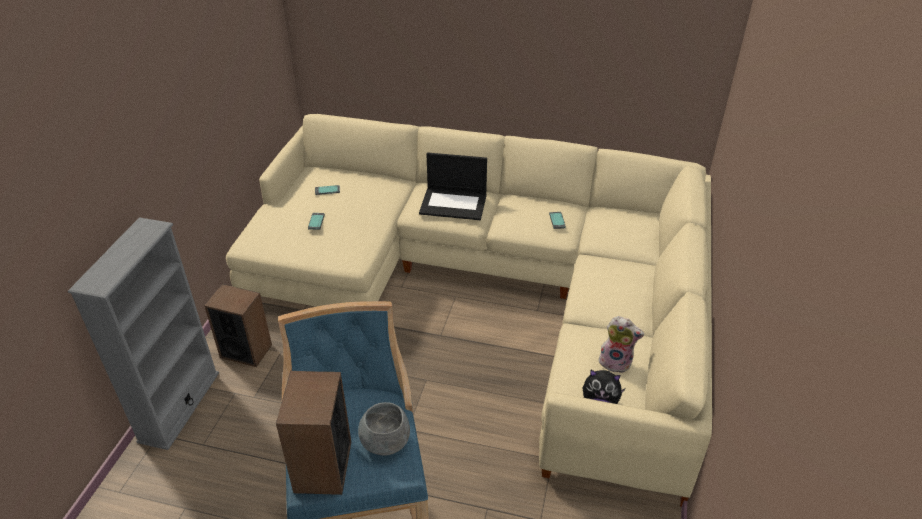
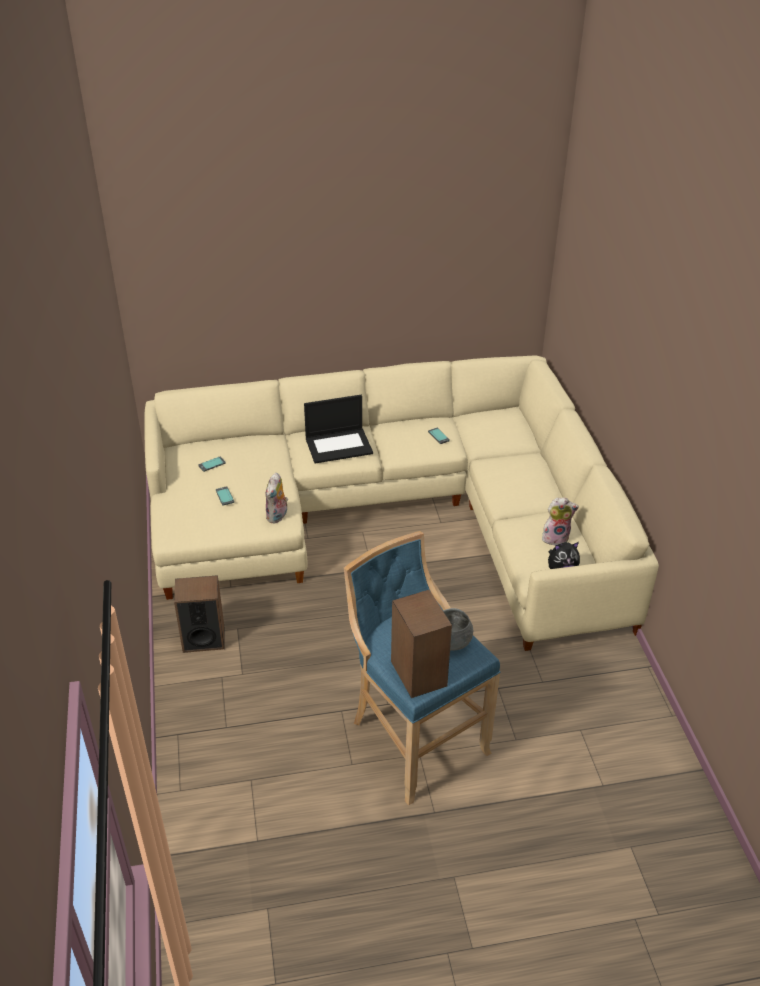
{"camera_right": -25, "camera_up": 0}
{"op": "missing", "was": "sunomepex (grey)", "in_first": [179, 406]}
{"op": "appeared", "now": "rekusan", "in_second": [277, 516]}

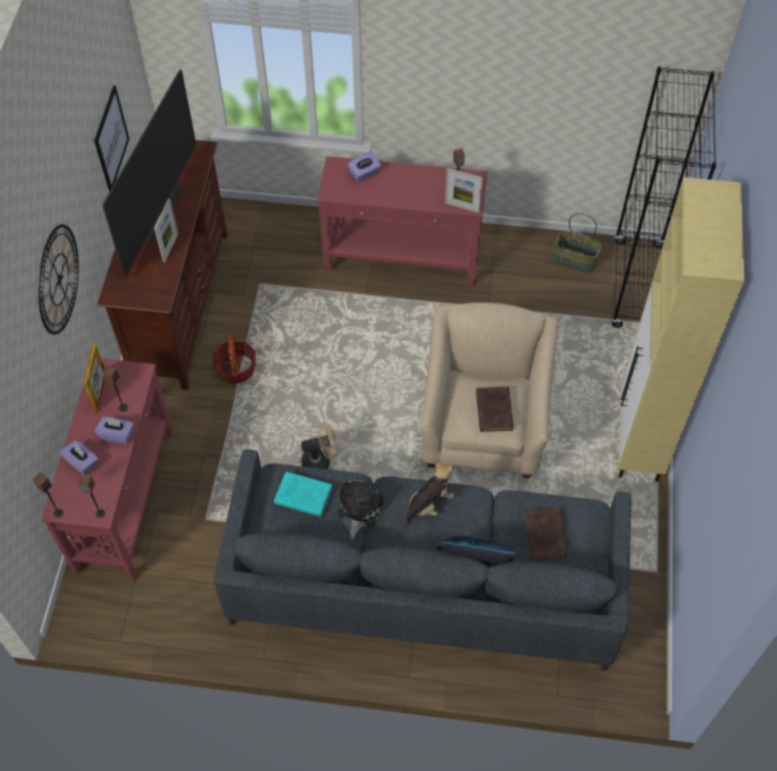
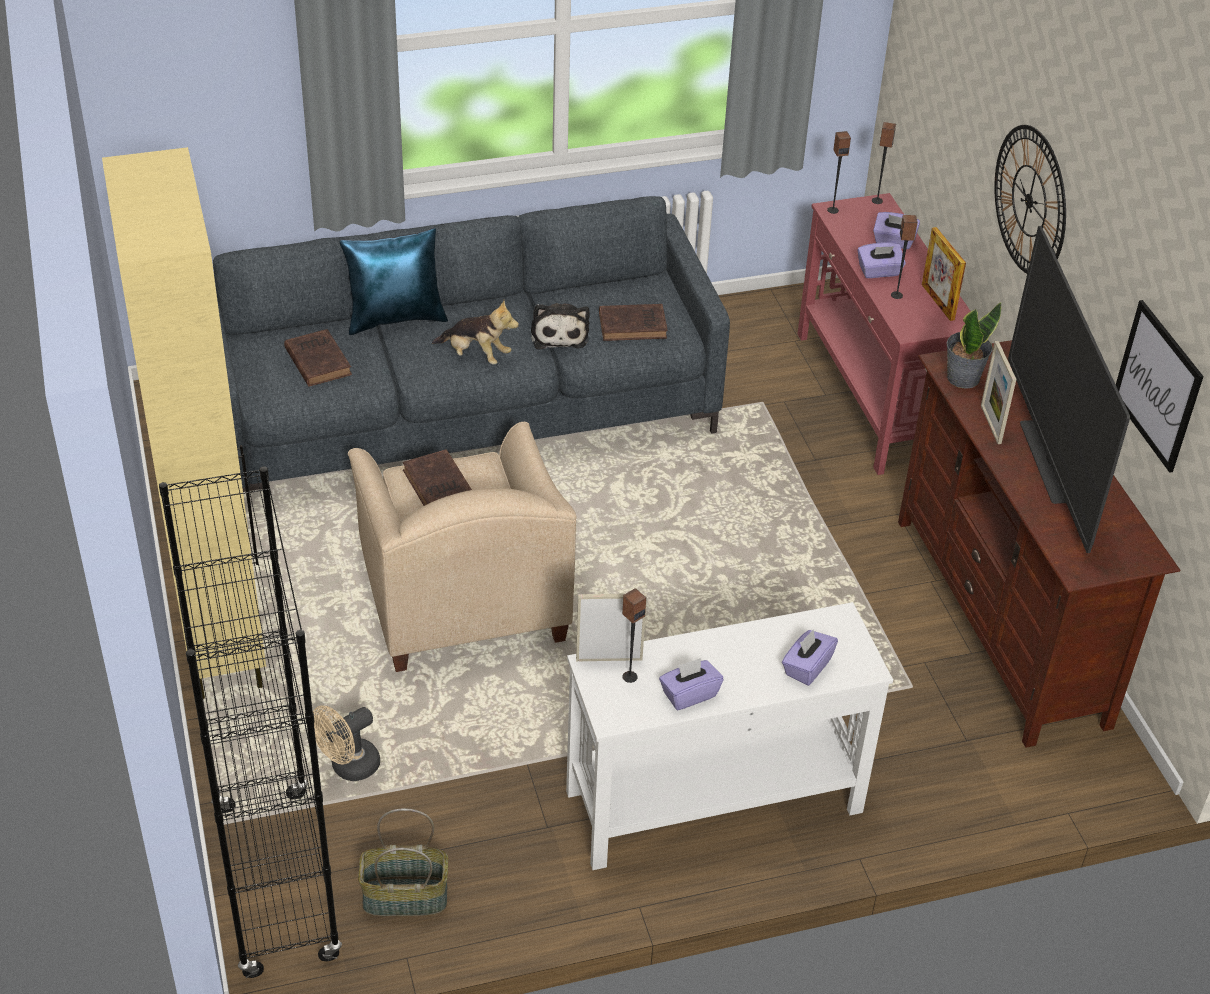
{"camera_right": 155, "camera_up": -15}
{"op": "missing", "was": "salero", "in_first": [236, 368]}
{"op": "colour", "was": "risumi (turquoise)", "now": "risumi (brown)", "in_first": [302, 495], "in_second": [634, 326]}
{"op": "relocated", "was": "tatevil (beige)", "in_first": [320, 461], "in_second": [348, 768]}
{"op": "colour", "was": "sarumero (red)", "now": "sarumero (white)", "in_first": [403, 258], "in_second": [712, 801]}
{"op": "spun", "was": "rekusan", "in_first": [429, 504], "in_second": [476, 355], "clockwise": -90}
{"op": "appeared", "now": "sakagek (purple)", "in_second": [689, 694]}
{"op": "appeared", "now": "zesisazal", "in_second": [962, 377]}

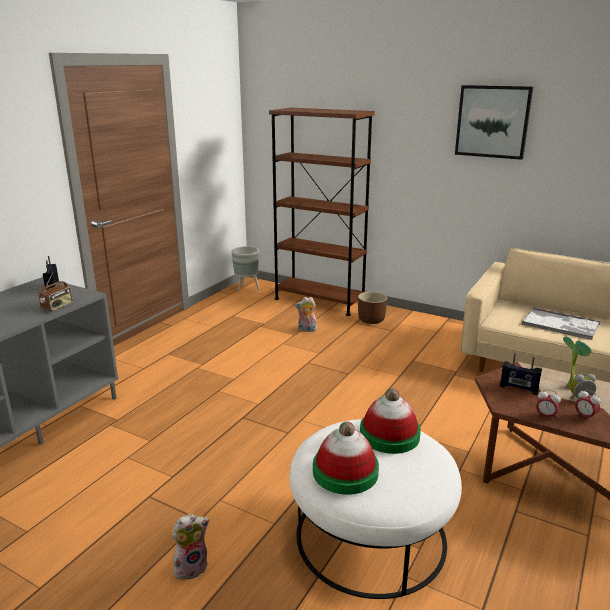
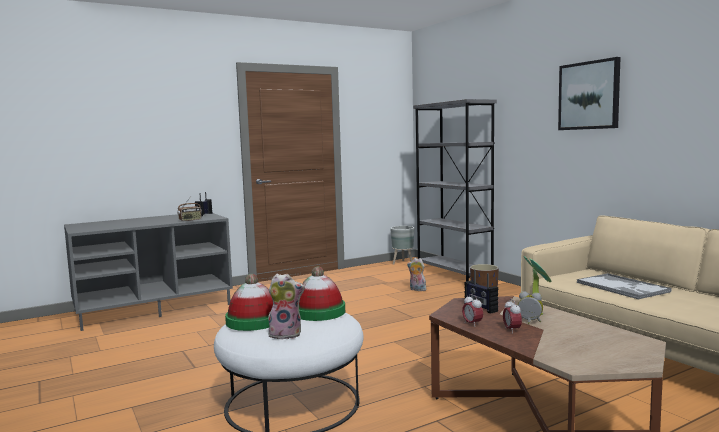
{"camera_right": 30, "camera_up": -15}
{"op": "relocated", "was": "rekusan", "in_first": [191, 566], "in_second": [286, 334]}
{"op": "colour", "was": "sunomepex (brown)", "now": "sunomepex (grey)", "in_first": [319, 301], "in_second": [454, 275]}

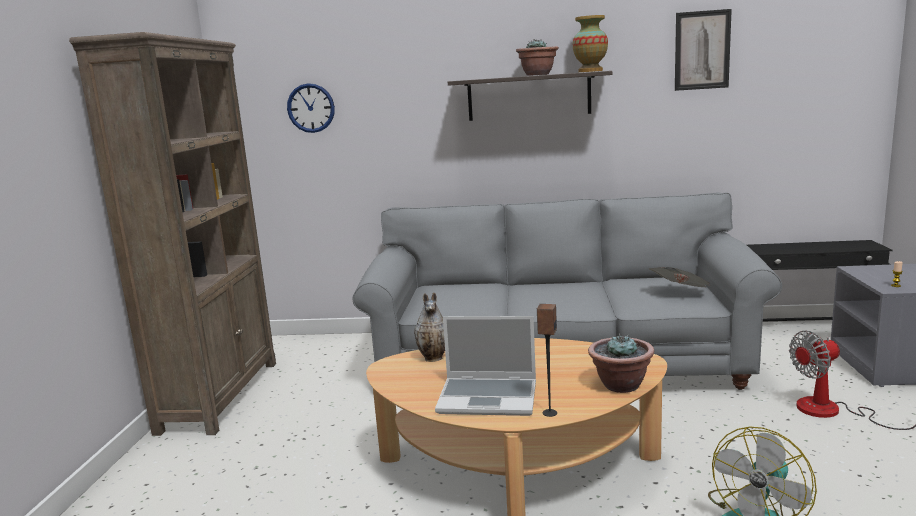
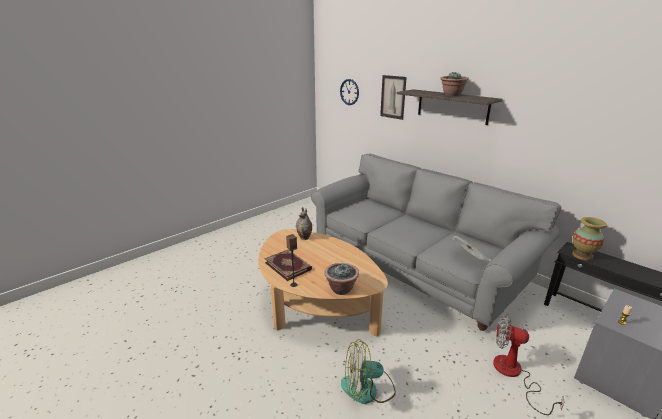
{"camera_right": 40, "camera_up": 10}
{"op": "missing", "was": "sunomepex (brown)", "in_first": [221, 395]}
{"op": "exchanged", "was": "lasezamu", "now": "risumi", "in_first": [489, 398], "in_second": [288, 266]}
{"op": "relocated", "was": "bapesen", "in_first": [590, 71], "in_second": [582, 255]}
{"op": "relocated", "was": "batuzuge", "in_first": [702, 50], "in_second": [393, 97]}

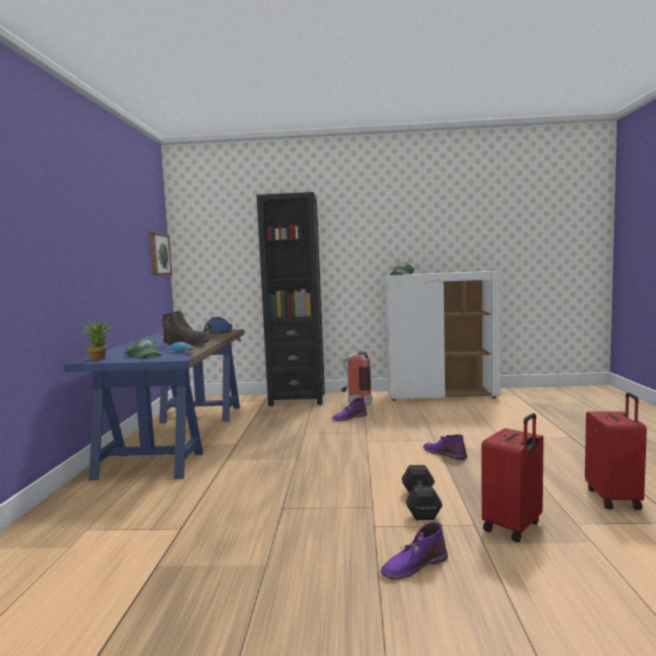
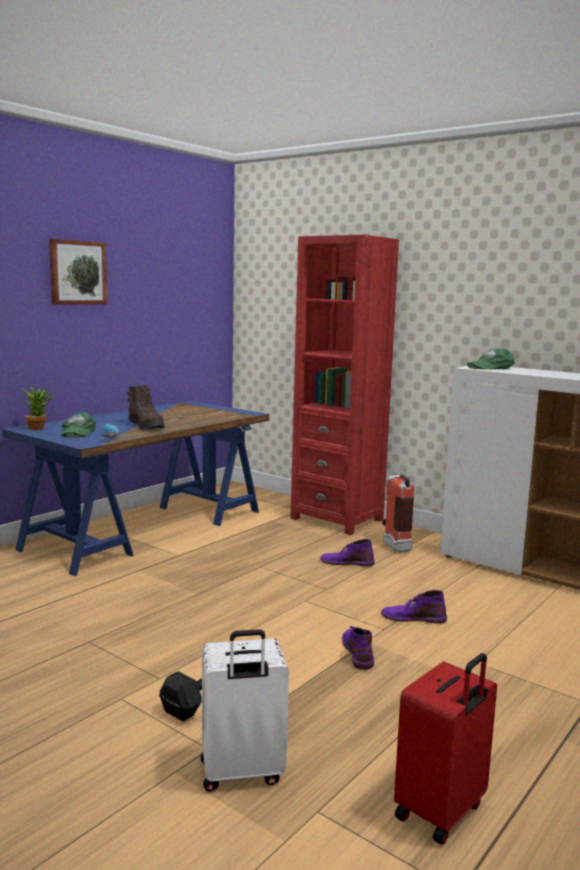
{"camera_right": 35, "camera_up": 5}
{"op": "relocated", "was": "batuzuge", "in_first": [159, 254], "in_second": [77, 272]}
{"op": "missing", "was": "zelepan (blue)", "in_first": [216, 334]}
{"op": "colour", "was": "sunomepex (black)", "now": "sunomepex (red)", "in_first": [297, 399], "in_second": [337, 519]}
{"op": "relocated", "was": "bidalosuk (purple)", "in_first": [413, 565], "in_second": [413, 618]}
{"op": "colour", "was": "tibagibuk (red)", "now": "tibagibuk (white)", "in_first": [513, 527], "in_second": [241, 773]}

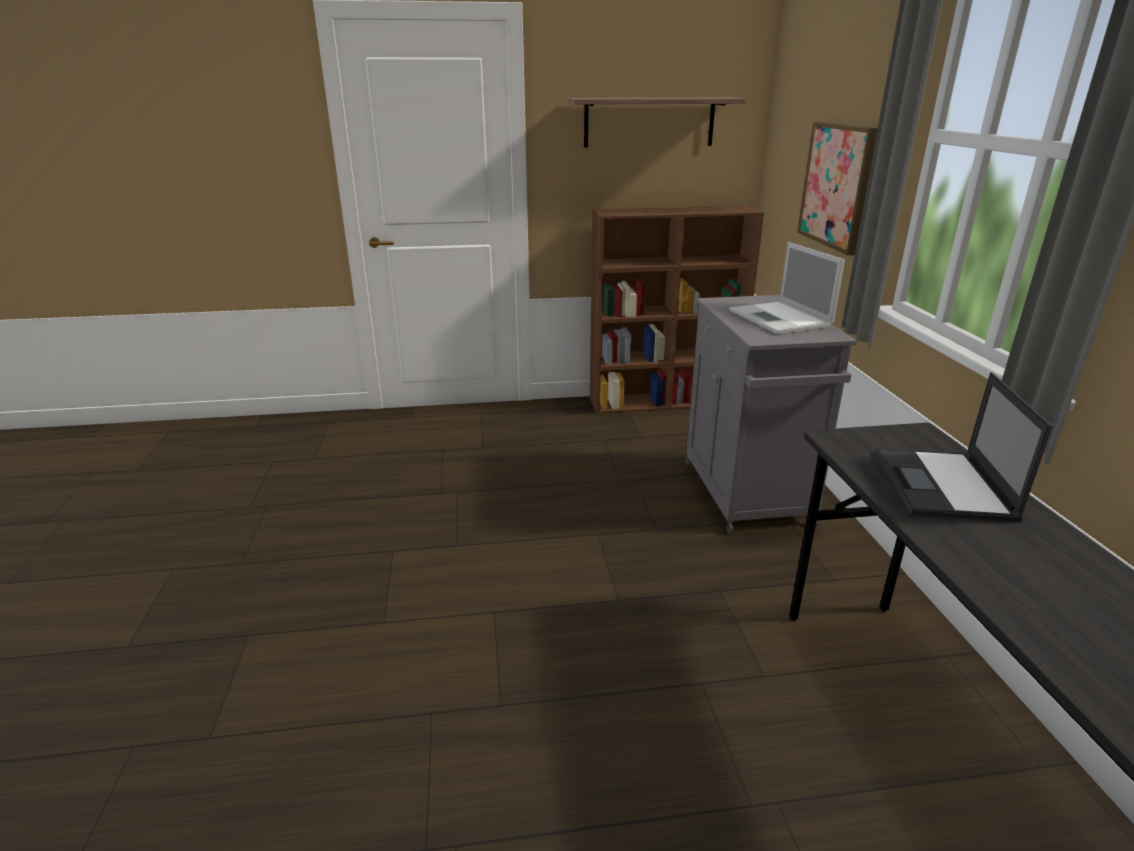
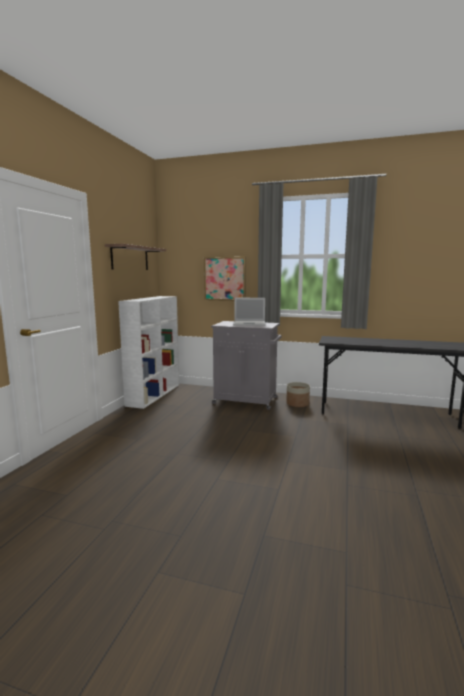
{"camera_right": -65, "camera_up": -15}
{"op": "colour", "was": "sunomepex (brown)", "now": "sunomepex (white)", "in_first": [665, 401], "in_second": [154, 394]}
{"op": "missing", "was": "lasezamu", "in_first": [943, 486]}
{"op": "appeared", "now": "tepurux", "in_second": [297, 404]}

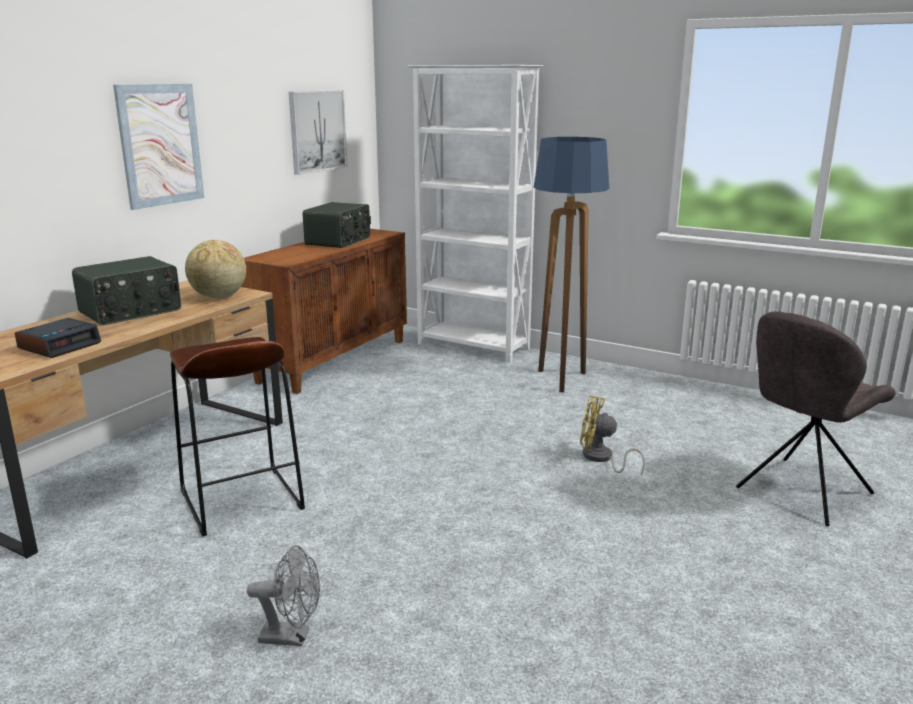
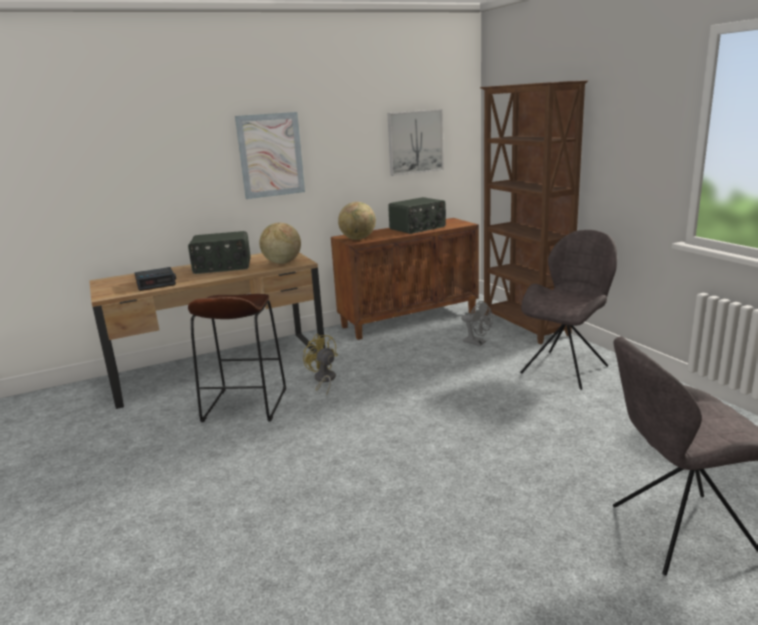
{"camera_right": 35, "camera_up": 0}
{"op": "relocated", "was": "tatevil (grey)", "in_first": [292, 636], "in_second": [478, 343]}
{"op": "colour", "was": "sunomepex (white)", "now": "sunomepex (brown)", "in_first": [473, 347], "in_second": [525, 326]}
{"op": "exchanged", "was": "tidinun", "now": "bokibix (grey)", "in_first": [561, 381], "in_second": [566, 368]}
{"op": "relocated", "was": "tatevil (yellow)", "in_first": [601, 459], "in_second": [323, 380]}
{"op": "appeared", "now": "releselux", "in_second": [358, 239]}

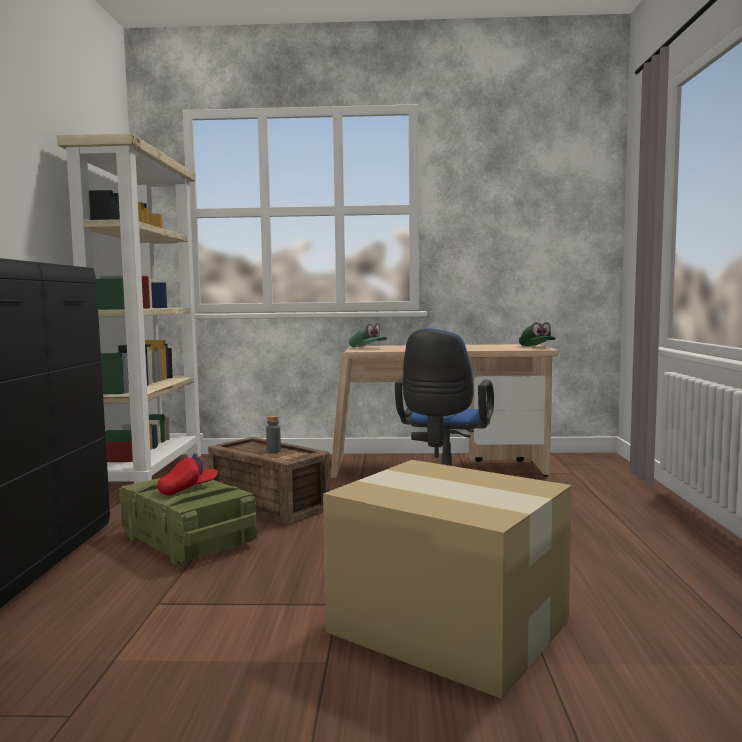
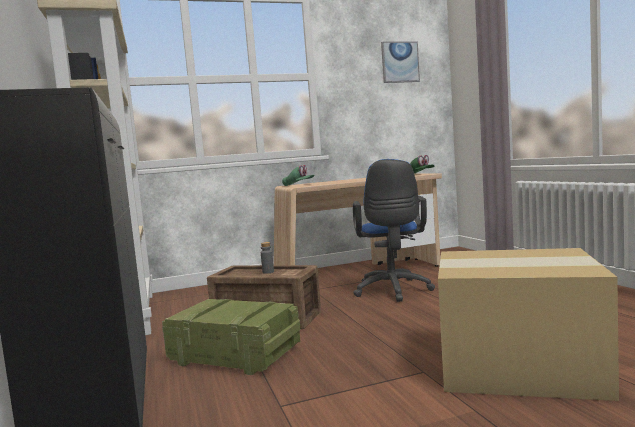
{"camera_right": -20, "camera_up": 0}
{"op": "missing", "was": "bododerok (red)", "in_first": [188, 490]}
{"op": "appeared", "now": "batuzuge", "in_second": [400, 62]}

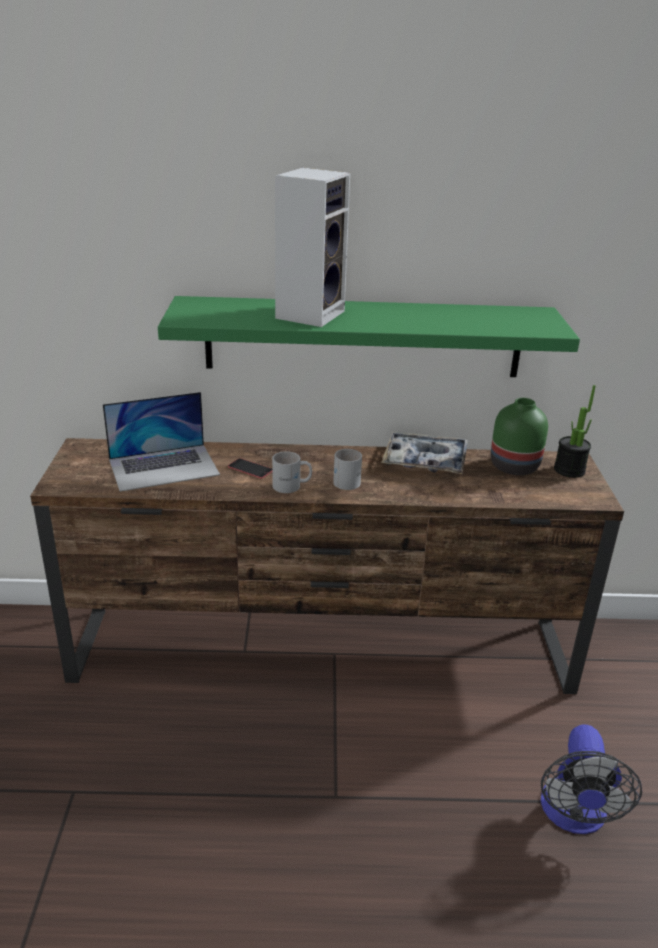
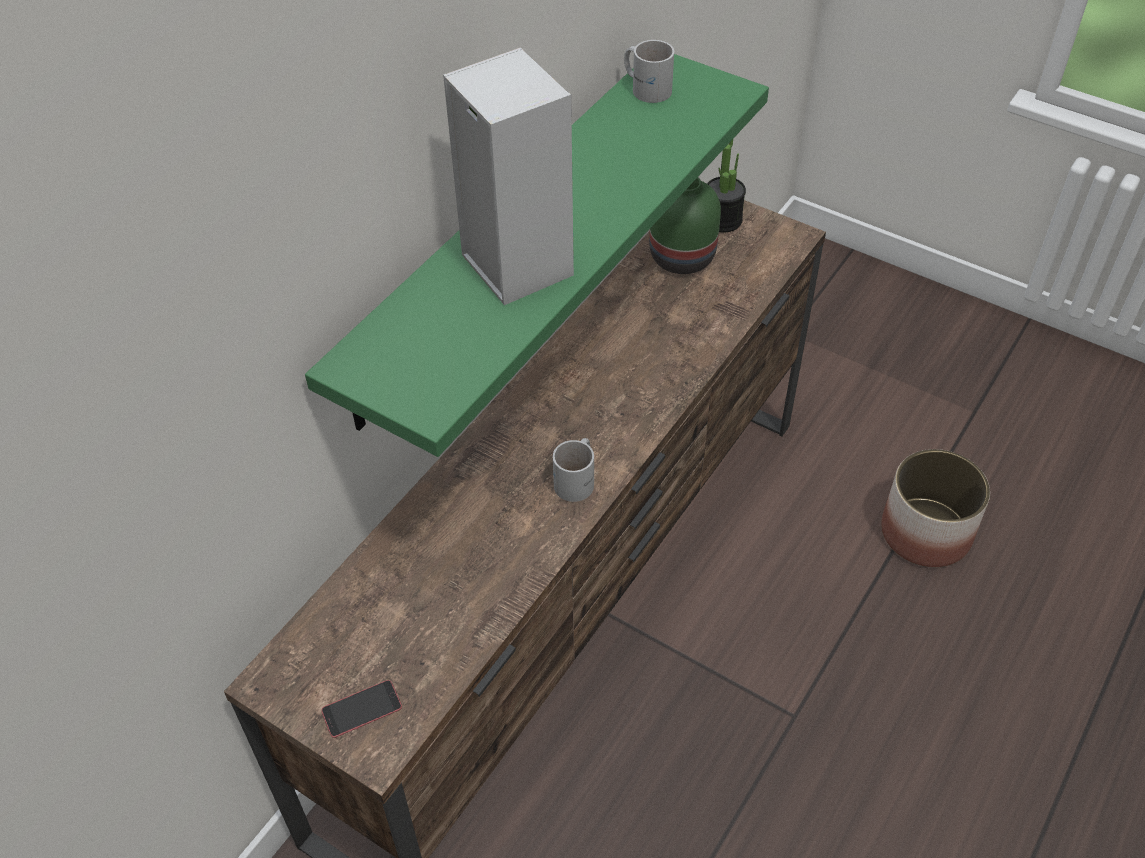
{"camera_right": -55, "camera_up": 20}
{"op": "missing", "was": "lasezamu", "in_first": [164, 467]}
{"op": "relocated", "was": "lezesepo", "in_first": [250, 469], "in_second": [361, 709]}
{"op": "relocated", "was": "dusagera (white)", "in_first": [349, 480], "in_second": [647, 87]}
{"op": "missing", "was": "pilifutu", "in_first": [425, 461]}
{"op": "exchanged", "was": "tatevil", "now": "tepurux", "in_first": [574, 816], "in_second": [925, 532]}

